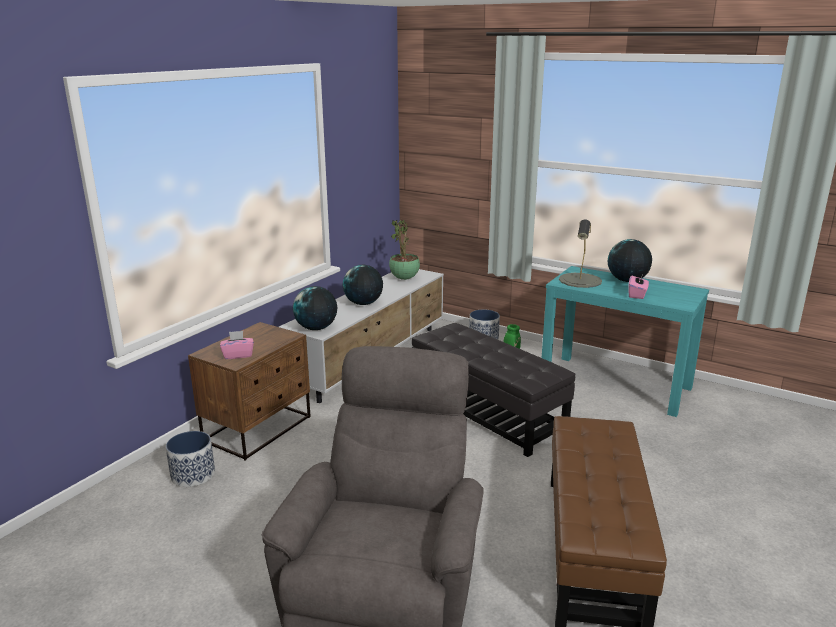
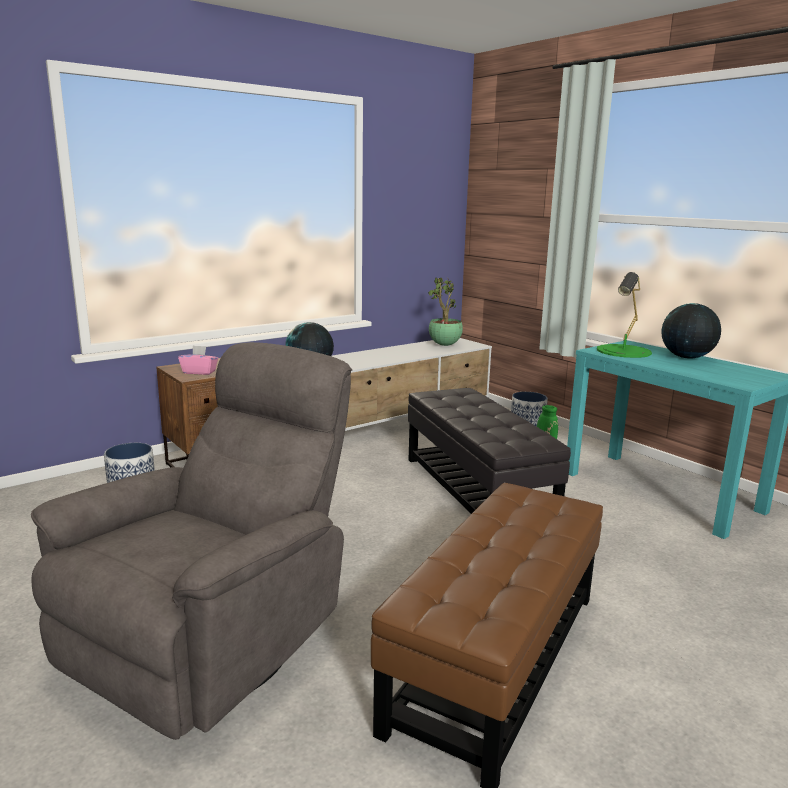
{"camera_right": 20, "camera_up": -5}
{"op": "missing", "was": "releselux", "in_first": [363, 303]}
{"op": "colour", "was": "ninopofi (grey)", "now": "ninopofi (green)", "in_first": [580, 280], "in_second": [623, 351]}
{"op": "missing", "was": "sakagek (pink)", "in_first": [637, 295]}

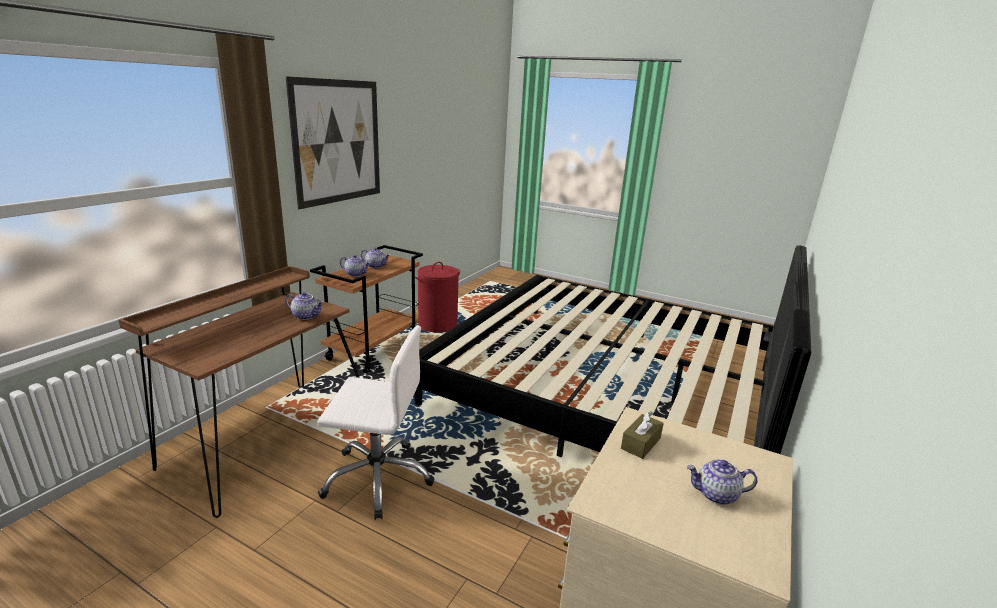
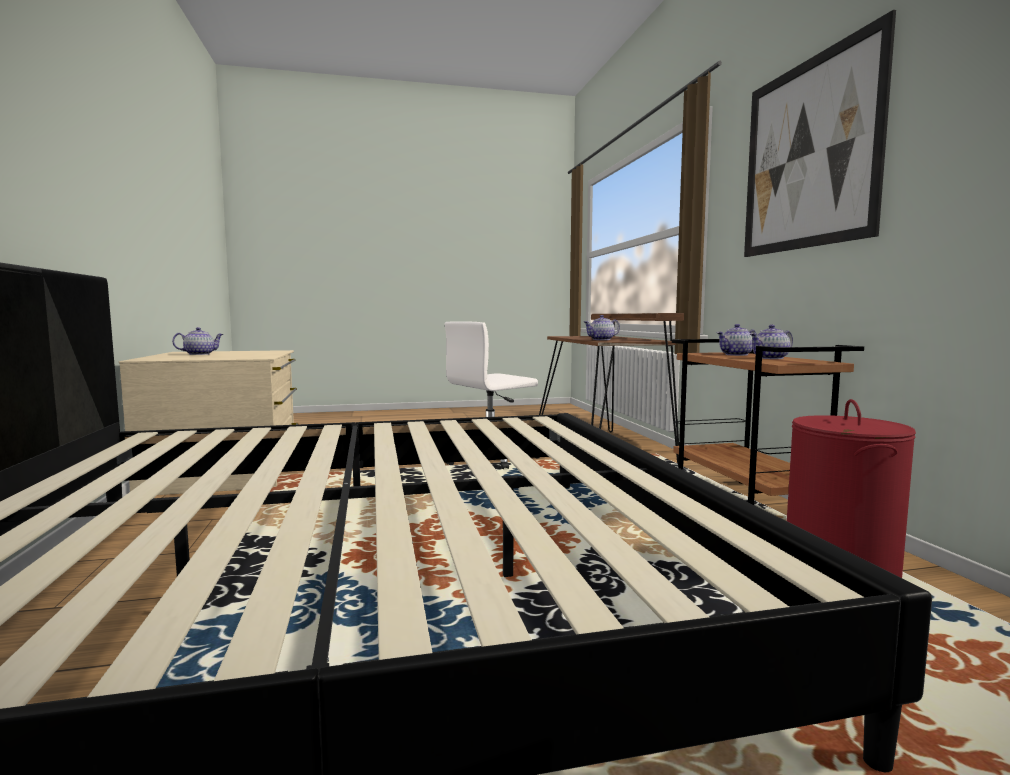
{"camera_right": 140, "camera_up": -15}
{"op": "missing", "was": "sakagek (brown)", "in_first": [640, 443]}

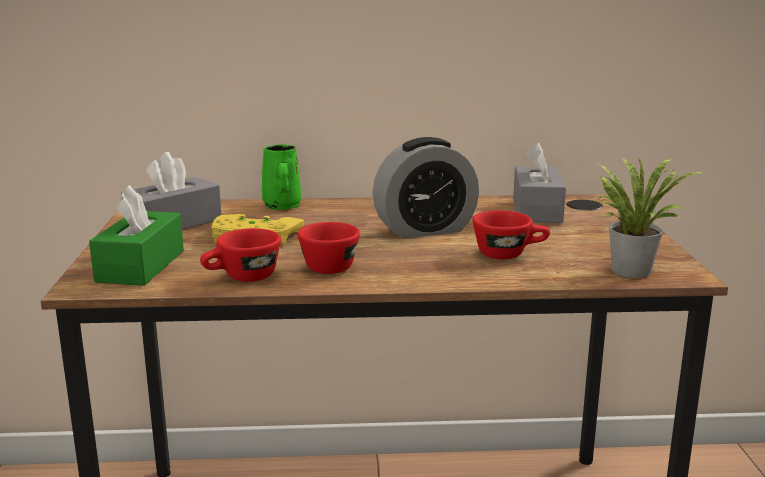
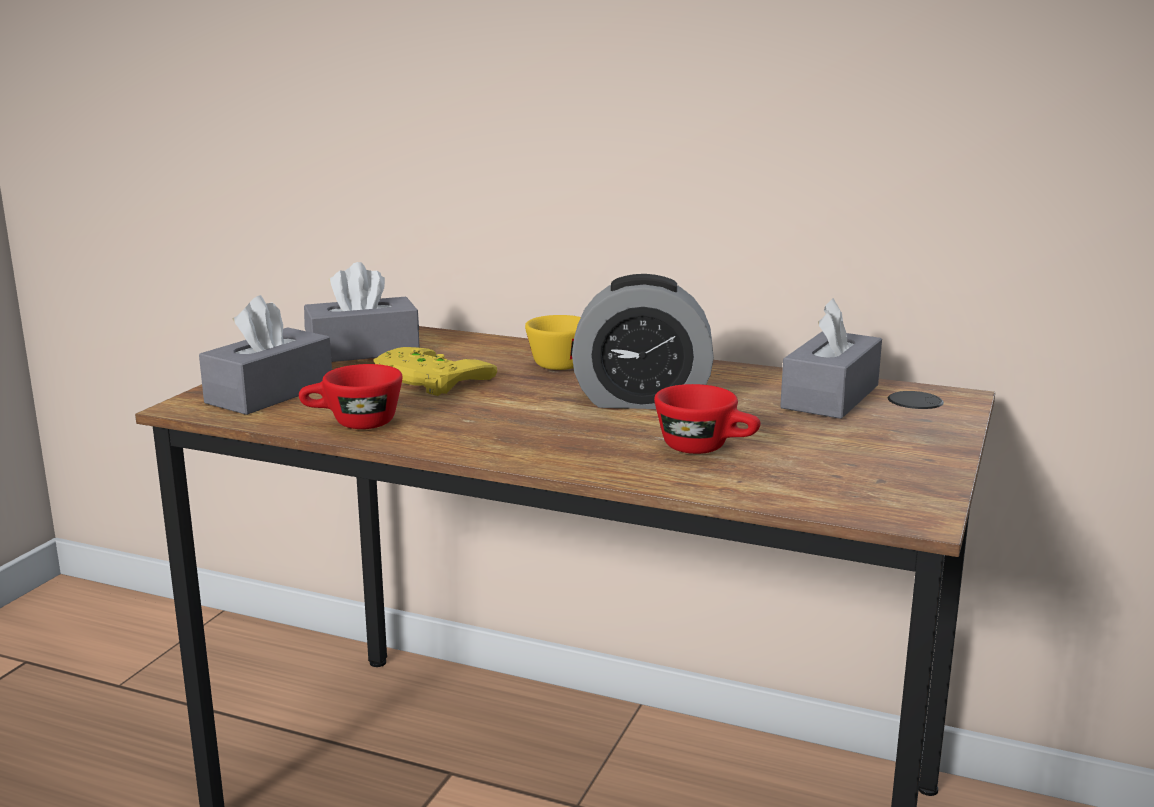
{"camera_right": 25, "camera_up": 0}
{"op": "colour", "was": "sakagek (green)", "now": "sakagek (grey)", "in_first": [141, 266], "in_second": [270, 393]}
{"op": "missing", "was": "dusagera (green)", "in_first": [282, 206]}
{"op": "missing", "was": "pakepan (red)", "in_first": [331, 265]}
{"op": "missing", "was": "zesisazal", "in_first": [630, 269]}
{"op": "appeared", "now": "pakepan (yellow)", "in_second": [563, 362]}

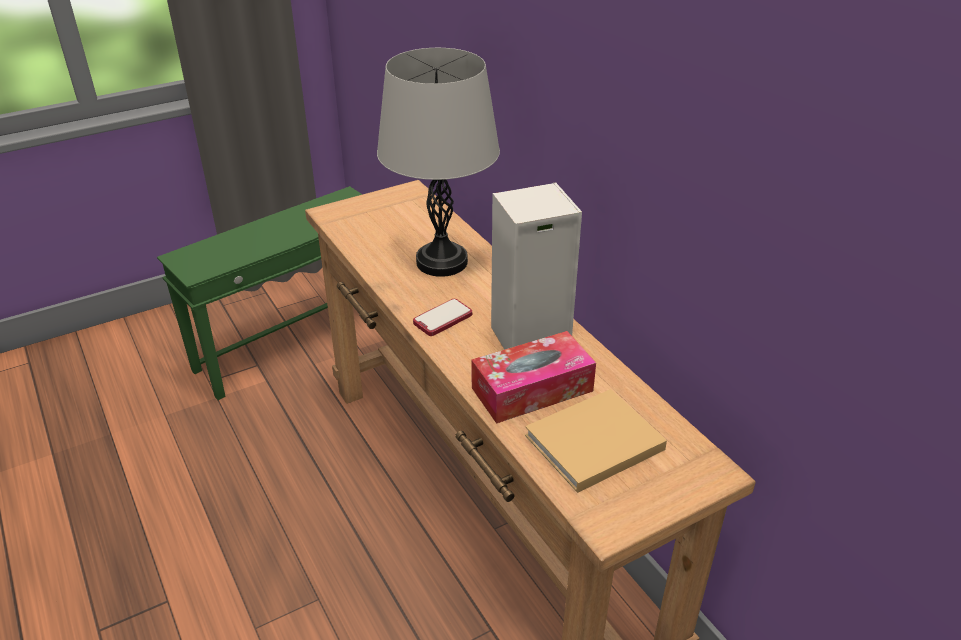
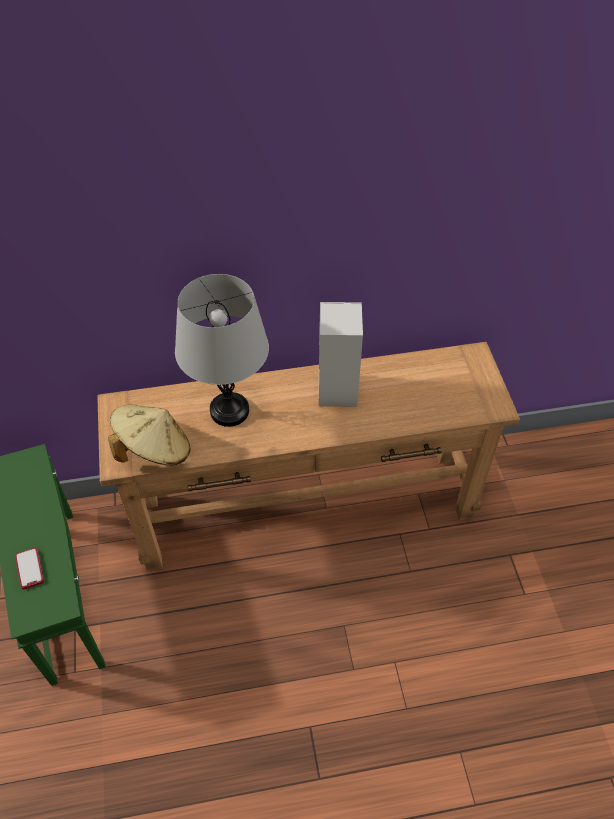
{"camera_right": -70, "camera_up": 15}
{"op": "relocated", "was": "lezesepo", "in_first": [443, 319], "in_second": [30, 569]}
{"op": "missing", "was": "sakagek", "in_first": [532, 389]}
{"op": "missing", "was": "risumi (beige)", "in_first": [591, 444]}
{"op": "appeared", "now": "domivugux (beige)", "in_second": [154, 450]}

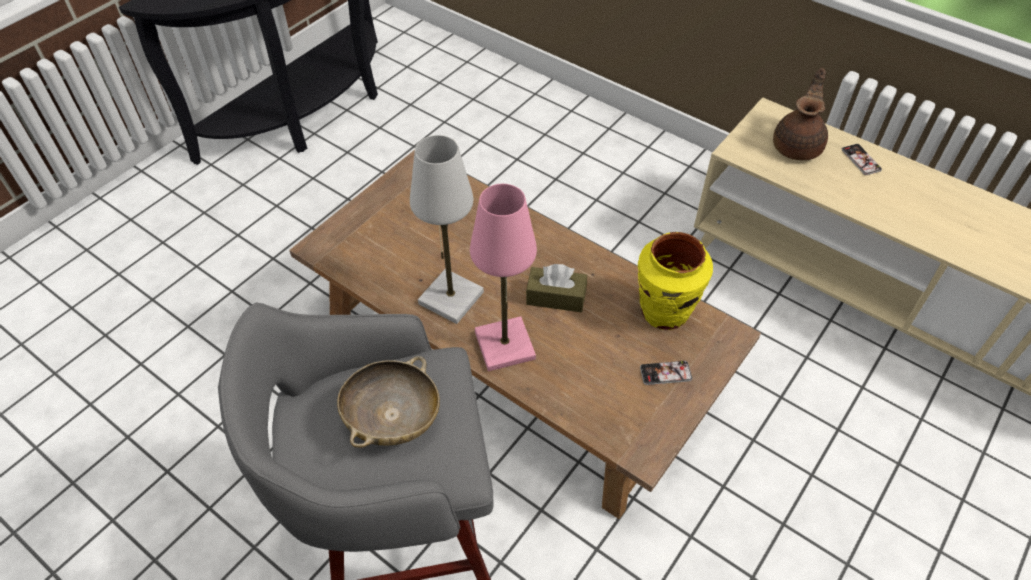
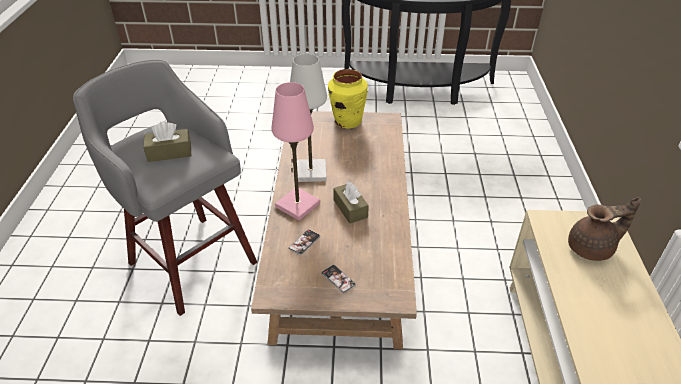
{"camera_right": 55, "camera_up": -10}
{"op": "exchanged", "was": "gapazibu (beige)", "now": "sakagek (brown)", "in_first": [393, 419], "in_second": [169, 152]}
{"op": "relocated", "was": "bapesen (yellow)", "in_first": [664, 312], "in_second": [347, 121]}
{"op": "relocated", "was": "lezesepo", "in_first": [861, 160], "in_second": [304, 242]}

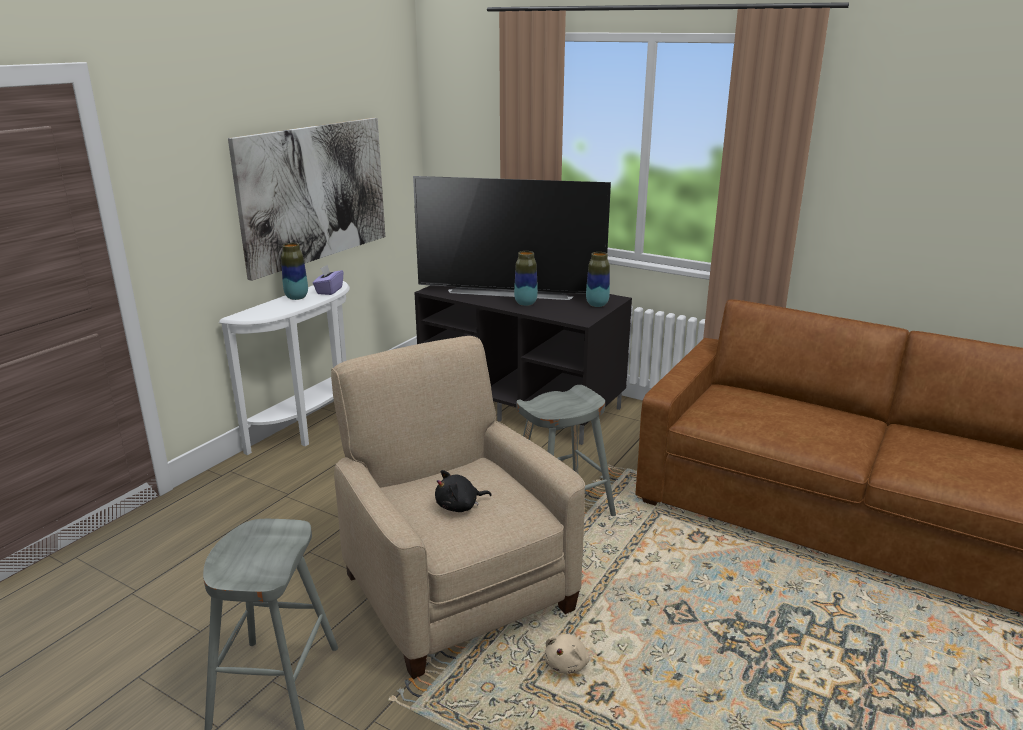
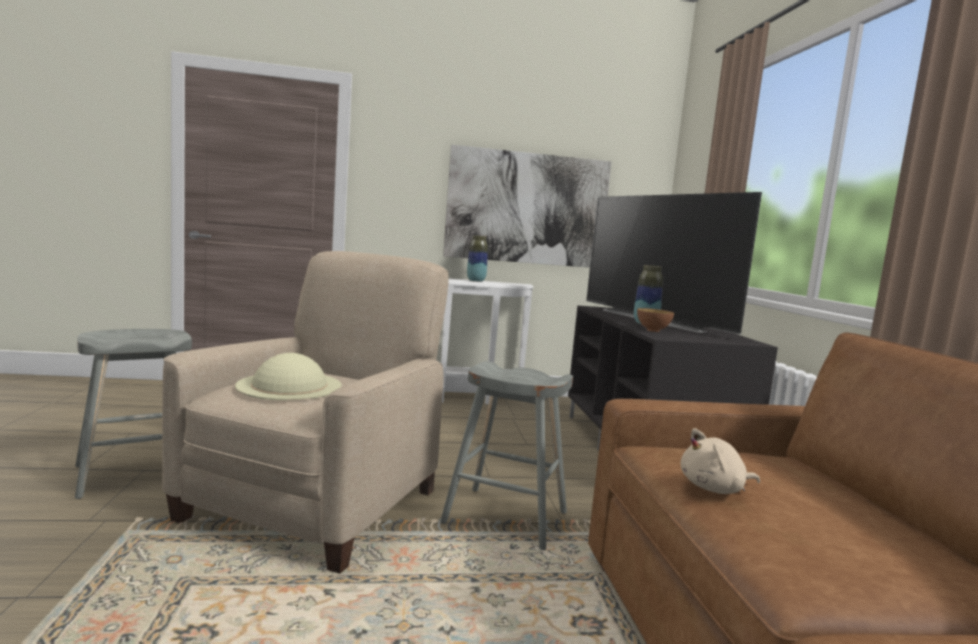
{"camera_right": 50, "camera_up": -15}
{"op": "missing", "was": "sakagek (purple)", "in_first": [329, 291]}
{"op": "exchanged", "was": "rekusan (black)", "now": "domivugux (beige)", "in_first": [459, 506], "in_second": [290, 385]}
{"op": "relocated", "was": "rekusan (beige)", "in_first": [567, 664], "in_second": [715, 489]}
{"op": "missing", "was": "bapesen", "in_first": [597, 304]}
{"op": "appeared", "now": "gapazibu", "in_second": [653, 330]}

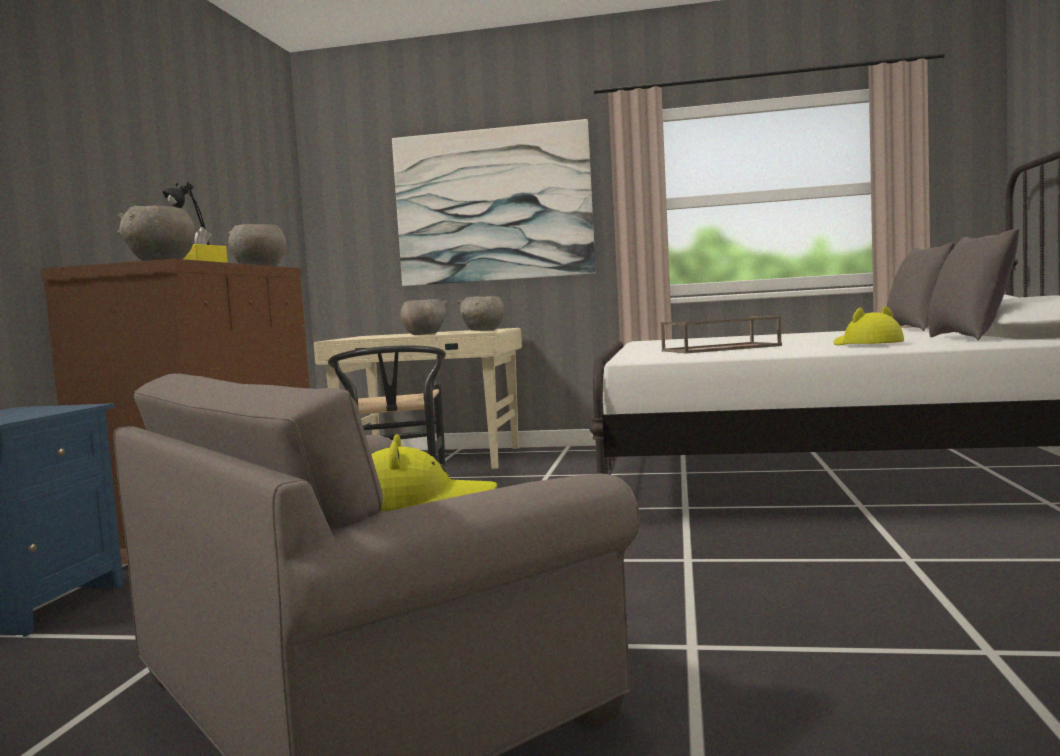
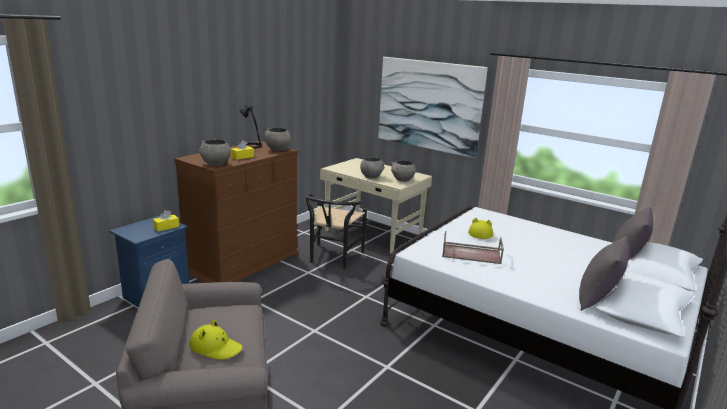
{"camera_right": 25, "camera_up": 15}
{"op": "relocated", "was": "domivugux (yellow)", "in_first": [866, 344], "in_second": [480, 233]}
{"op": "appeared", "now": "sakagek (yellow)", "in_second": [166, 227]}

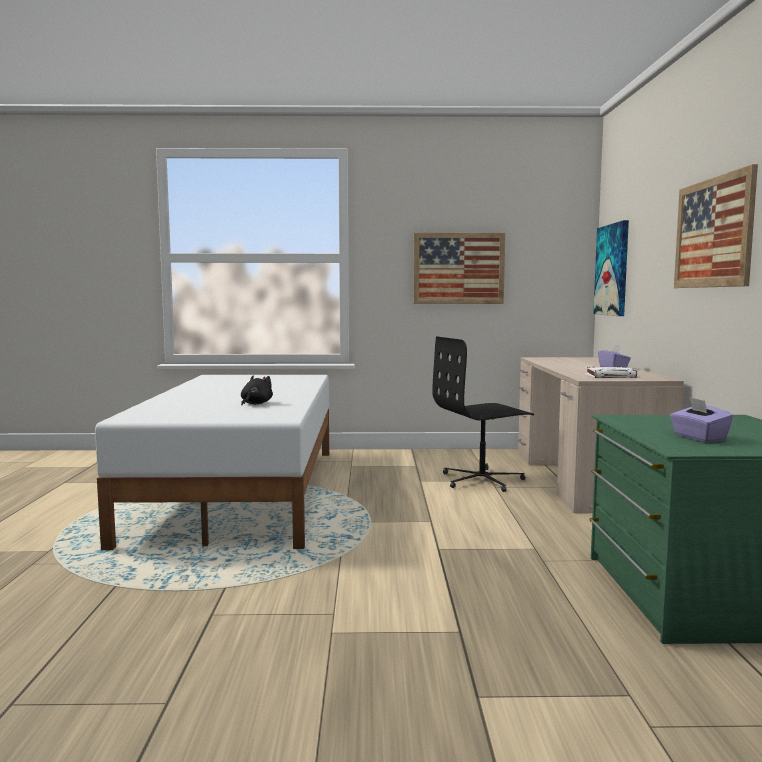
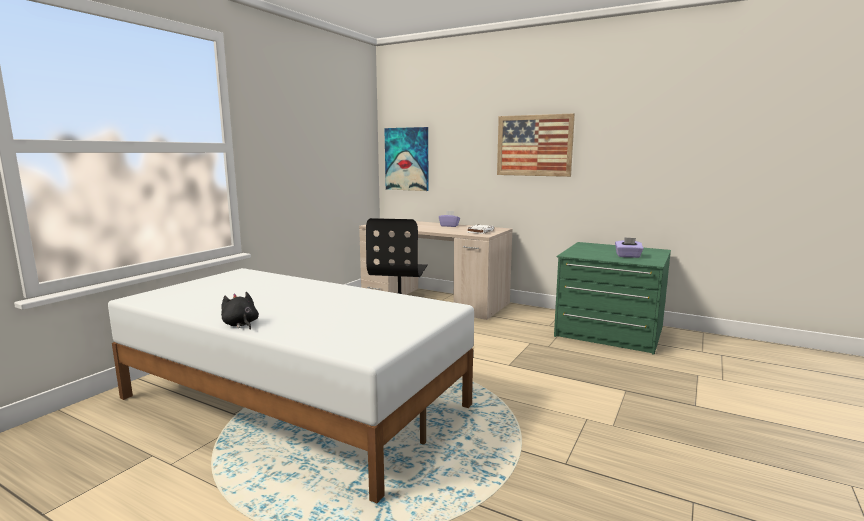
{"camera_right": -60, "camera_up": 5}
{"op": "relocated", "was": "rekusan (black)", "in_first": [255, 404], "in_second": [240, 324]}
{"op": "missing", "was": "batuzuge", "in_first": [458, 268]}

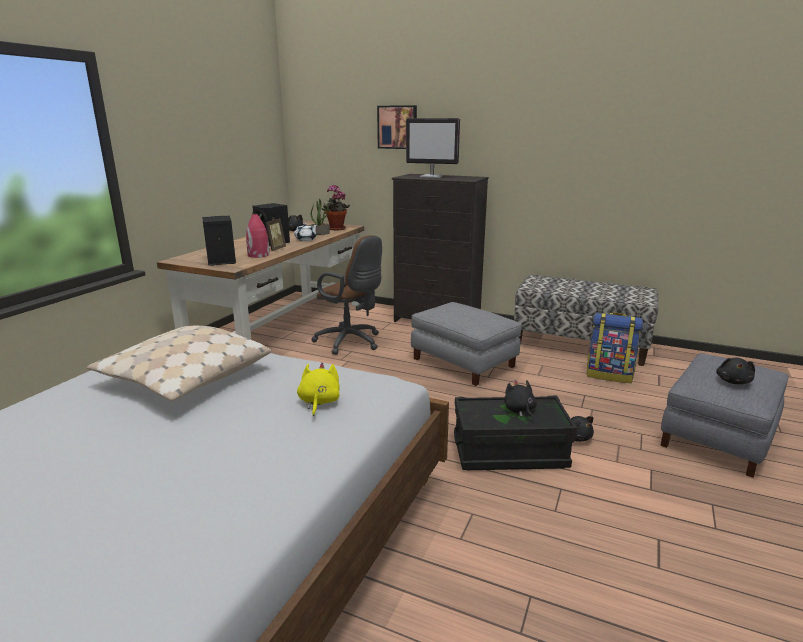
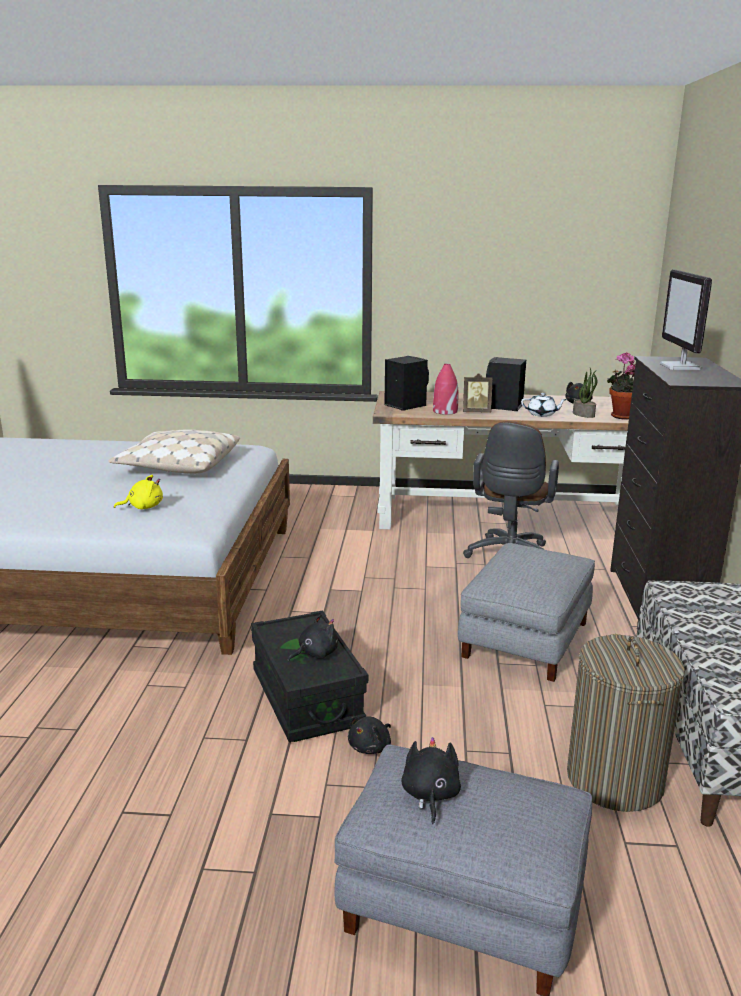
{"camera_right": 70, "camera_up": 0}
{"op": "missing", "was": "batuzuge", "in_first": [397, 127]}
{"op": "exchanged", "was": "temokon", "now": "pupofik", "in_first": [609, 375], "in_second": [615, 780]}
{"op": "spun", "was": "rekusan (black)", "in_first": [733, 381], "in_second": [430, 795], "clockwise": 90}

